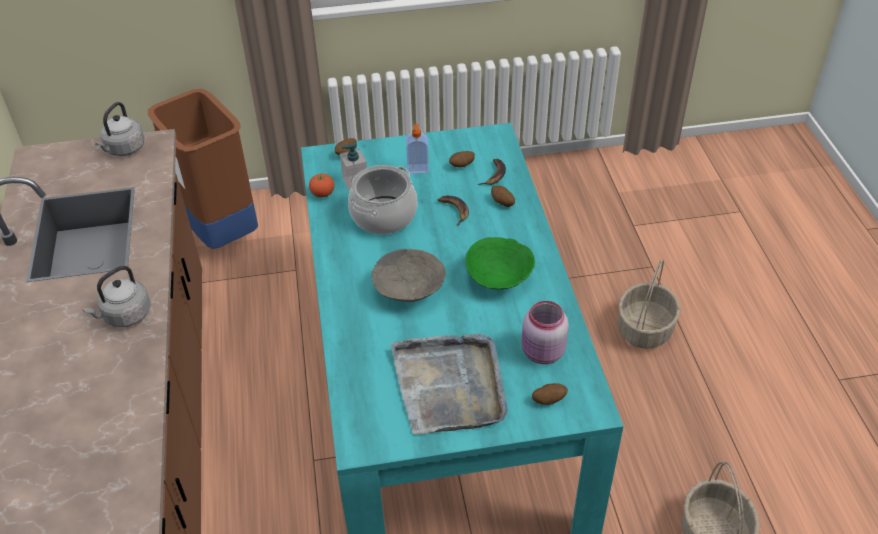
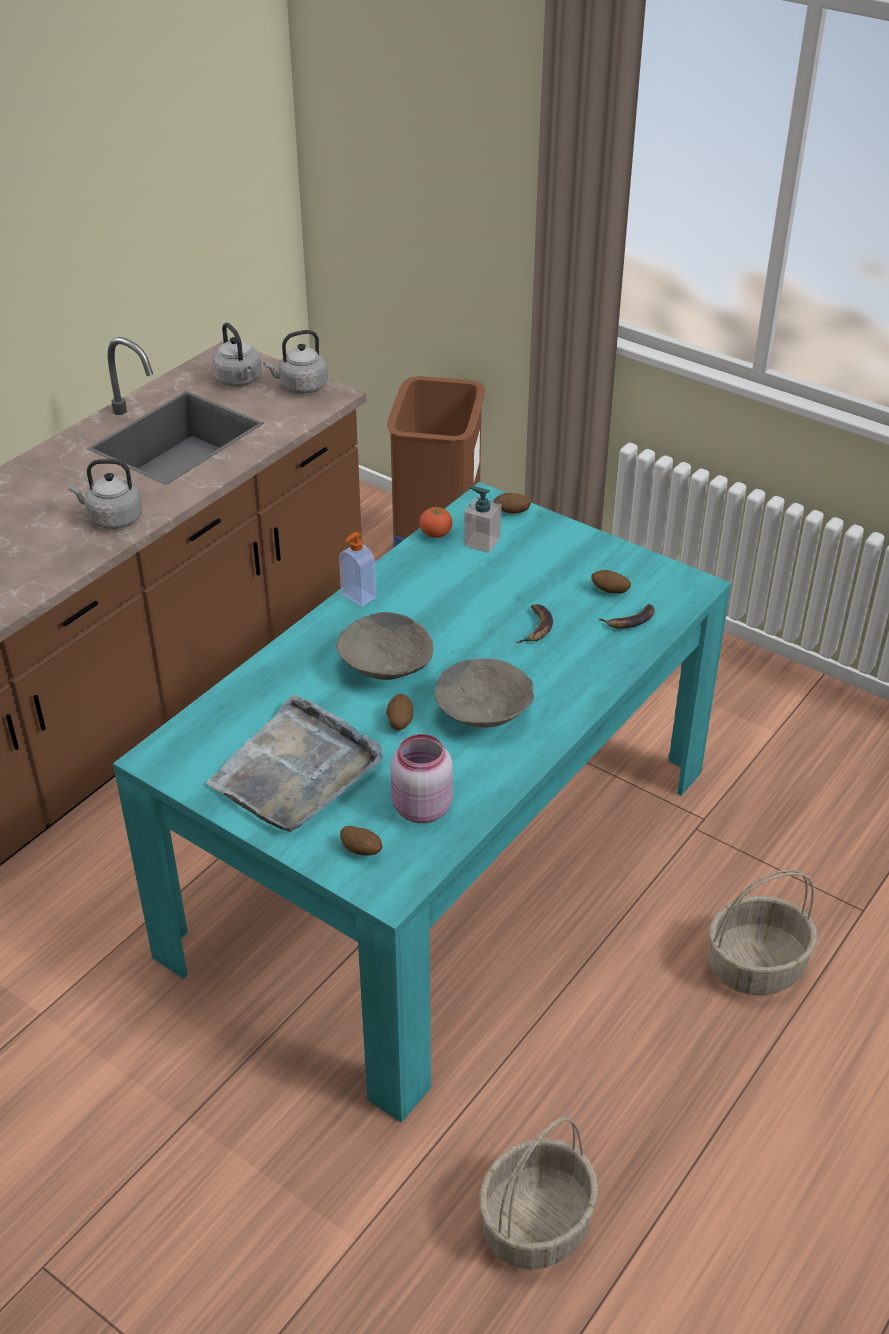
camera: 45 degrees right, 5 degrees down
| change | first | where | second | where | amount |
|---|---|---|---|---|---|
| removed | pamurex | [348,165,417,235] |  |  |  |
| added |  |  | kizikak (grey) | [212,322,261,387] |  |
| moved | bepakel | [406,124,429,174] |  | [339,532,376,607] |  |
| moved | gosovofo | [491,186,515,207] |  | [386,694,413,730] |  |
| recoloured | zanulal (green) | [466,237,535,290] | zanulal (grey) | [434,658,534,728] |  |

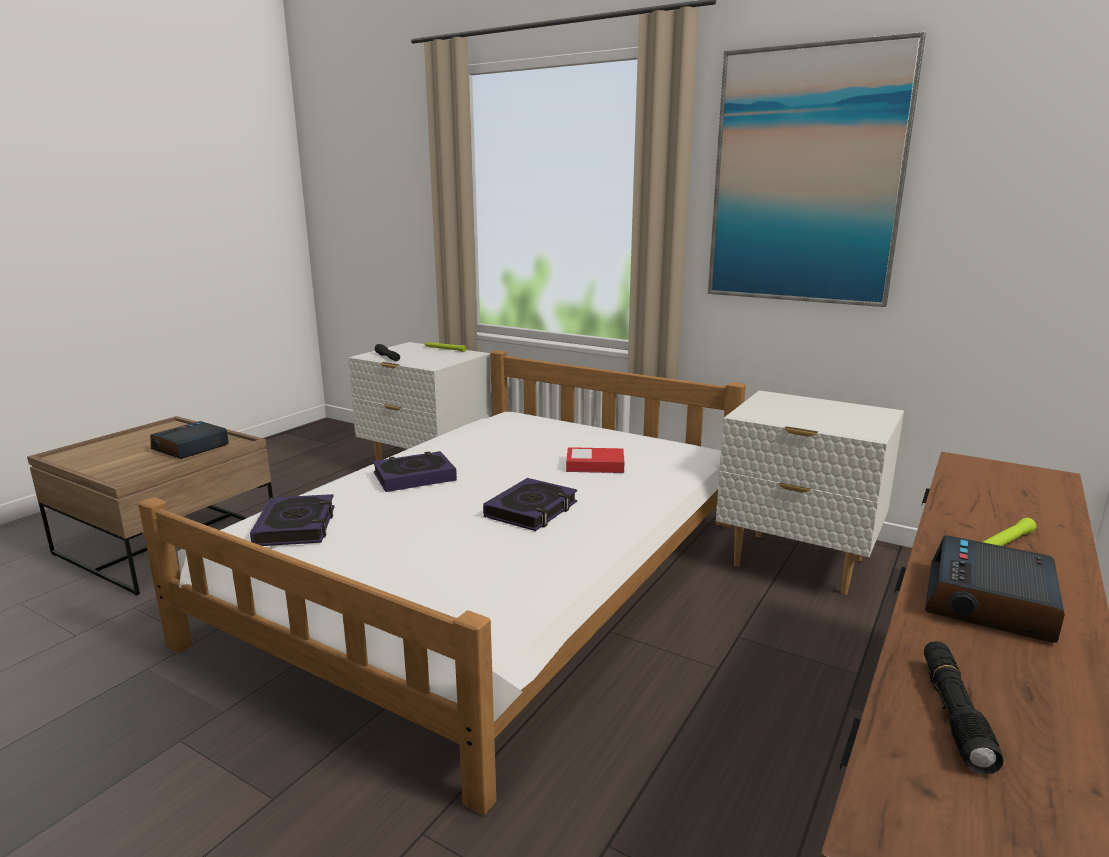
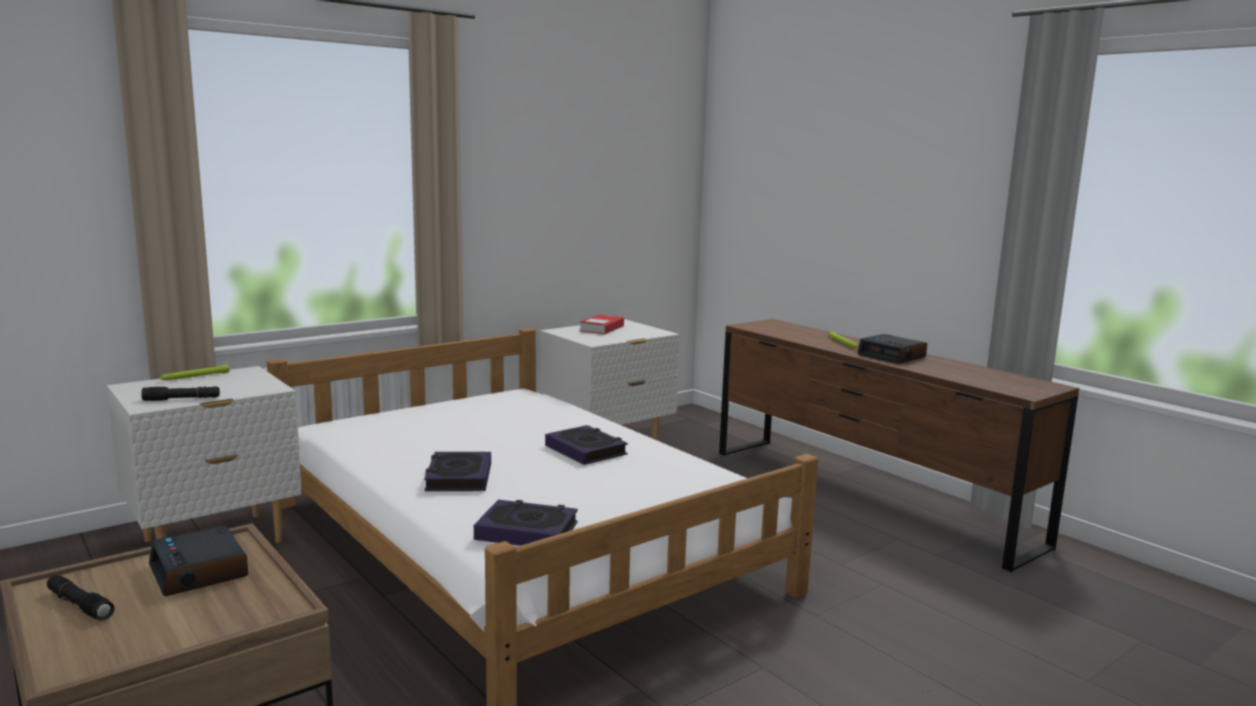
camera: 70 degrees left, 5 degrees down
| change | first | where | second | where | amount |
|---|---|---|---|---|---|
| removed | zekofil | [708,32,926,307] |  |  |  |
| moved | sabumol | [566,447,624,473] |  | [580,314,624,334] |  |
| moved | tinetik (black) | [924,641,1003,775] |  | [47,575,114,621] |  |

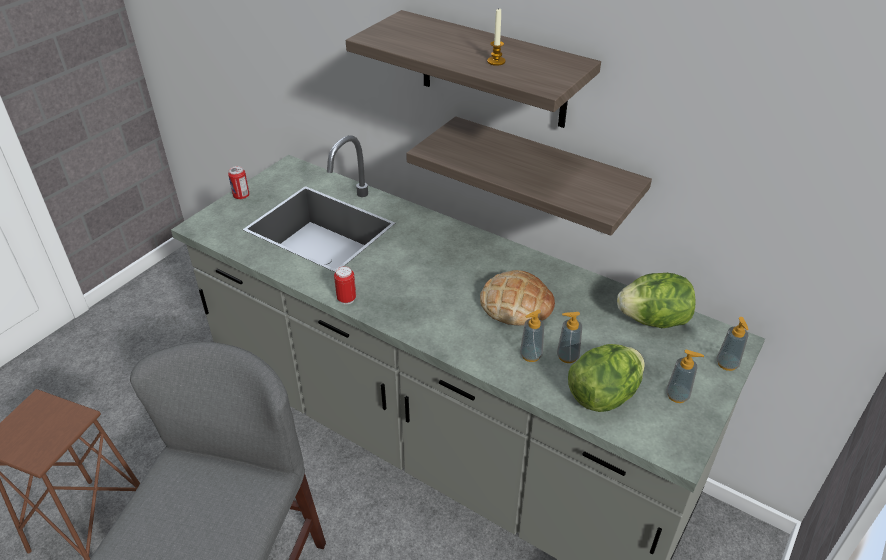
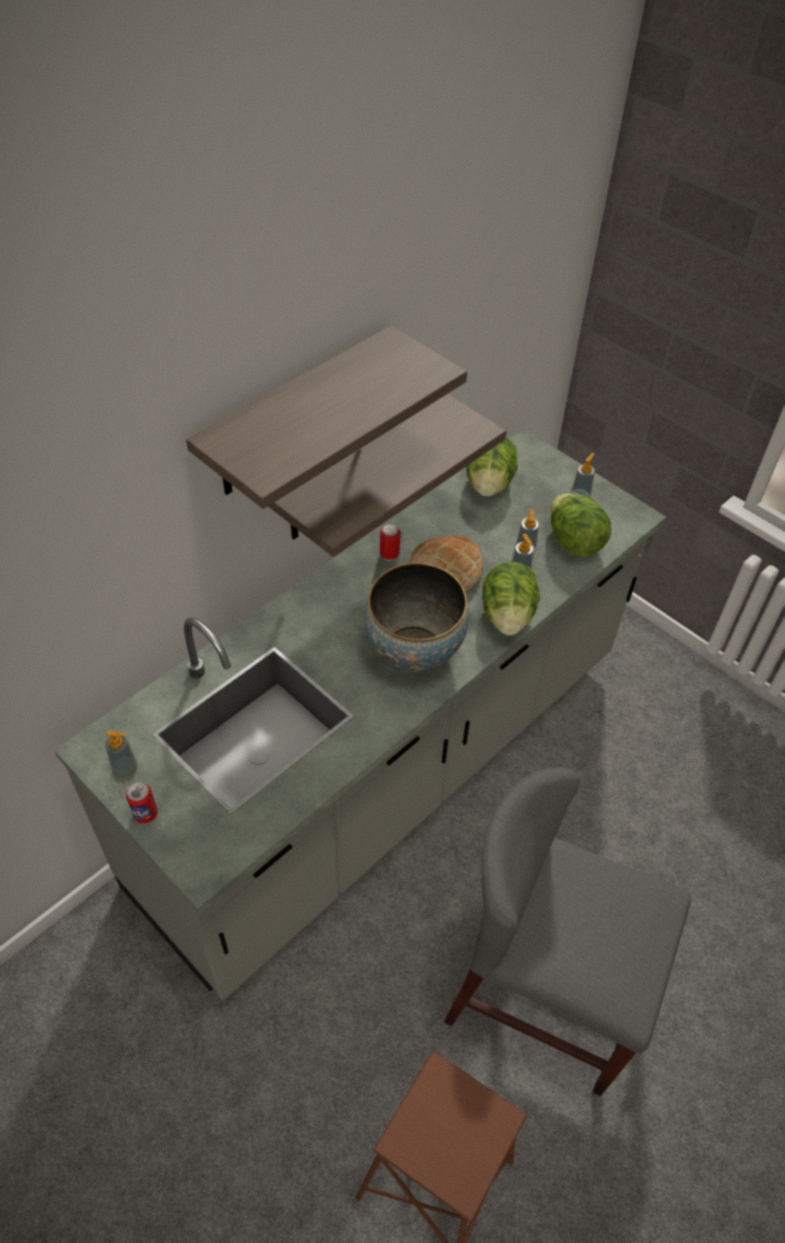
camera: 80 degrees left, 10 degrees up
| change | first | where | second | where | amount |
|---|---|---|---|---|---|
| removed | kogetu | [487,9,506,66] |  |  |  |
| added |  |  | zanulal | [364,563,469,672] |  |
| added |  |  | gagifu | [482,562,540,635] |  |
| moved | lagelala | [334,266,356,304] |  | [380,524,400,561] |  |
| moved | bepakel | [716,317,749,371] |  | [105,730,138,778] |  |

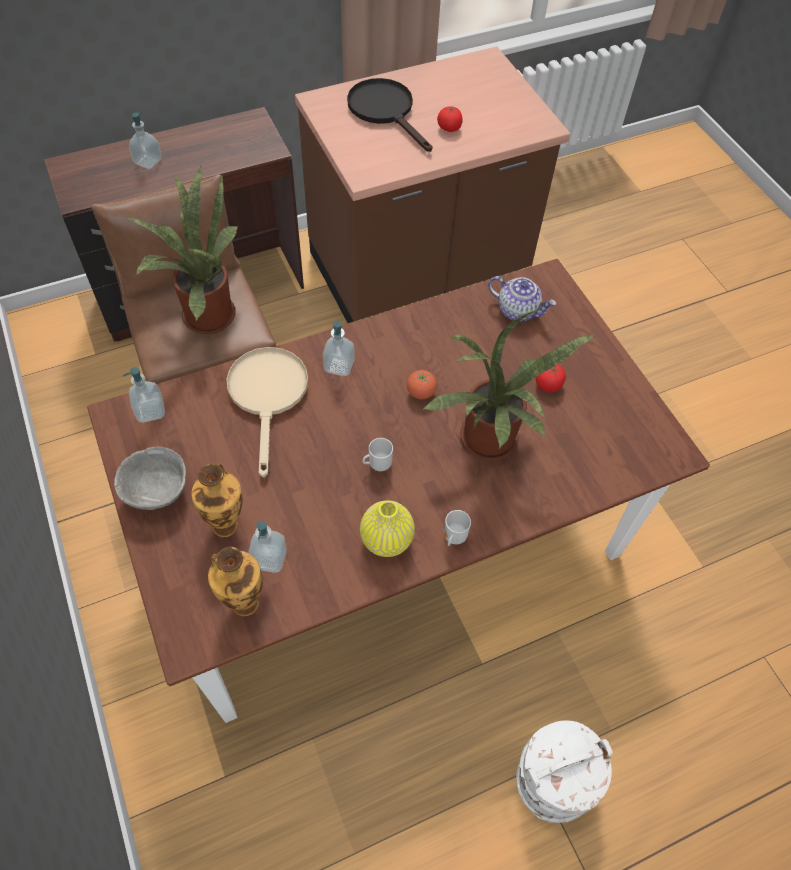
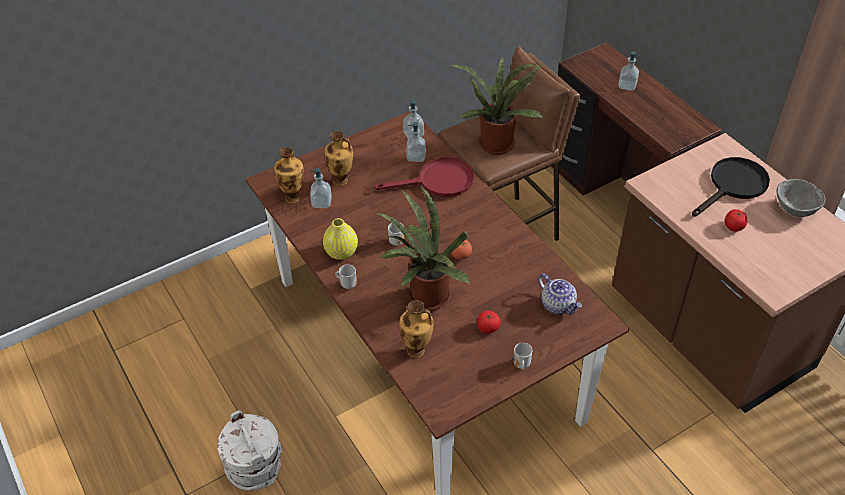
camera: 85 degrees right, 10 degrees down
| change | first | where | second | where | amount |
|---|---|---|---|---|---|
| added |  |  | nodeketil | [399,300,433,358] |  |
| added |  |  | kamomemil | [513,343,532,370] |  |
| moved | zanulal (grey) | [114,446,186,510] |  | [777,179,826,217] |  |
| moved | bepakel | [323,321,355,376] |  | [406,122,426,162] |  |
| recoloured | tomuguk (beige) | [226,347,308,478] | tomuguk (red) | [374,157,474,197] |  |
| turned | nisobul | [488,276,556,322] |  | [538,273,582,314] | 60 degrees counterclockwise |

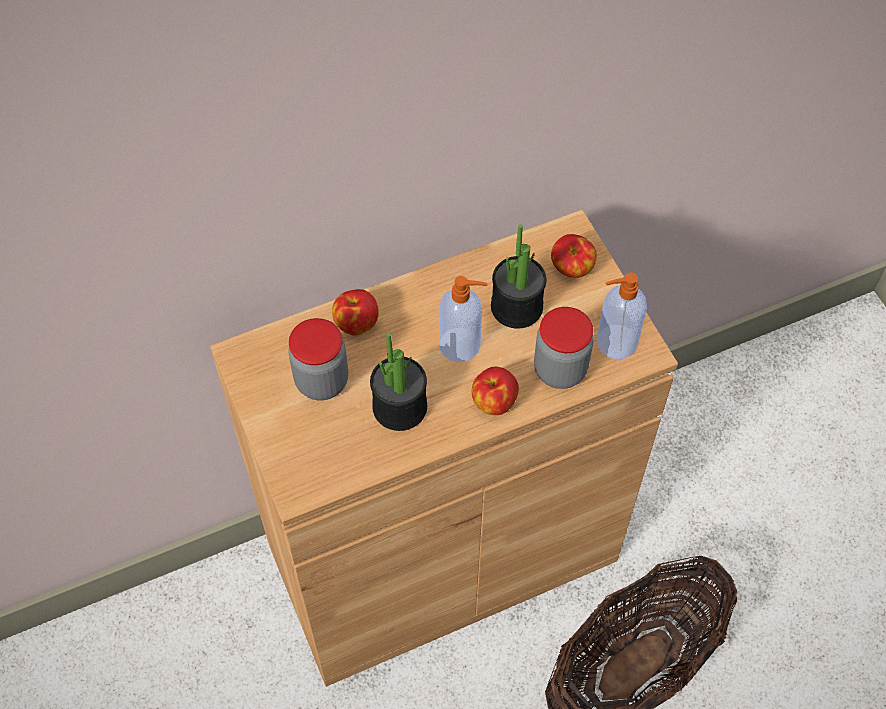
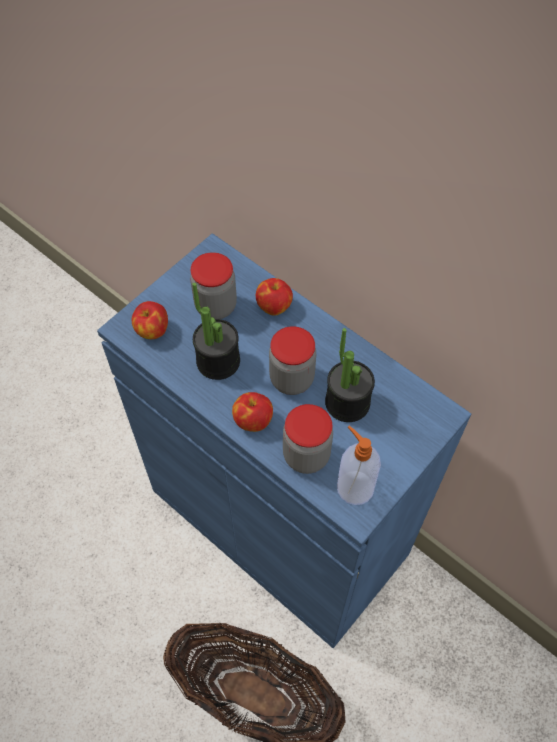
camera: 65 degrees right, 0 degrees up
| change | first | where | second | where | amount |
|---|---|---|---|---|---|
| moved | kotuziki | [551,234,597,278] |  | [132,301,168,339] |  |
| replaced | bepakel | [439,276,488,362] | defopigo | [269,326,316,395] |  |
| recoloured | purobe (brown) | [210,210,678,687] | purobe (blue) | [97,233,471,648] |  |

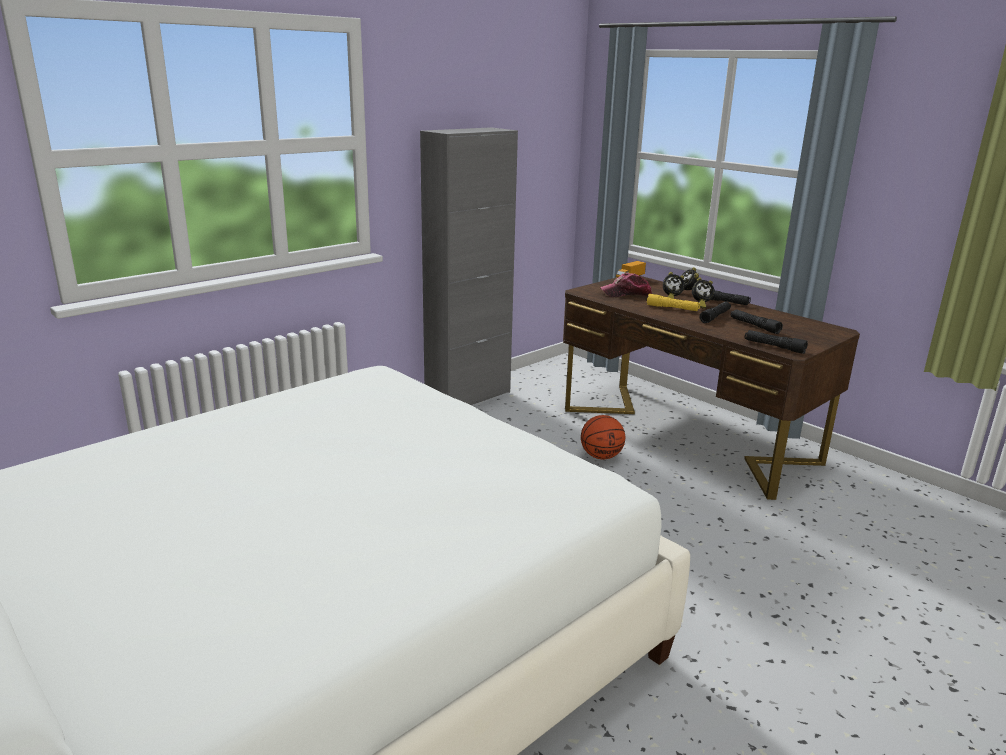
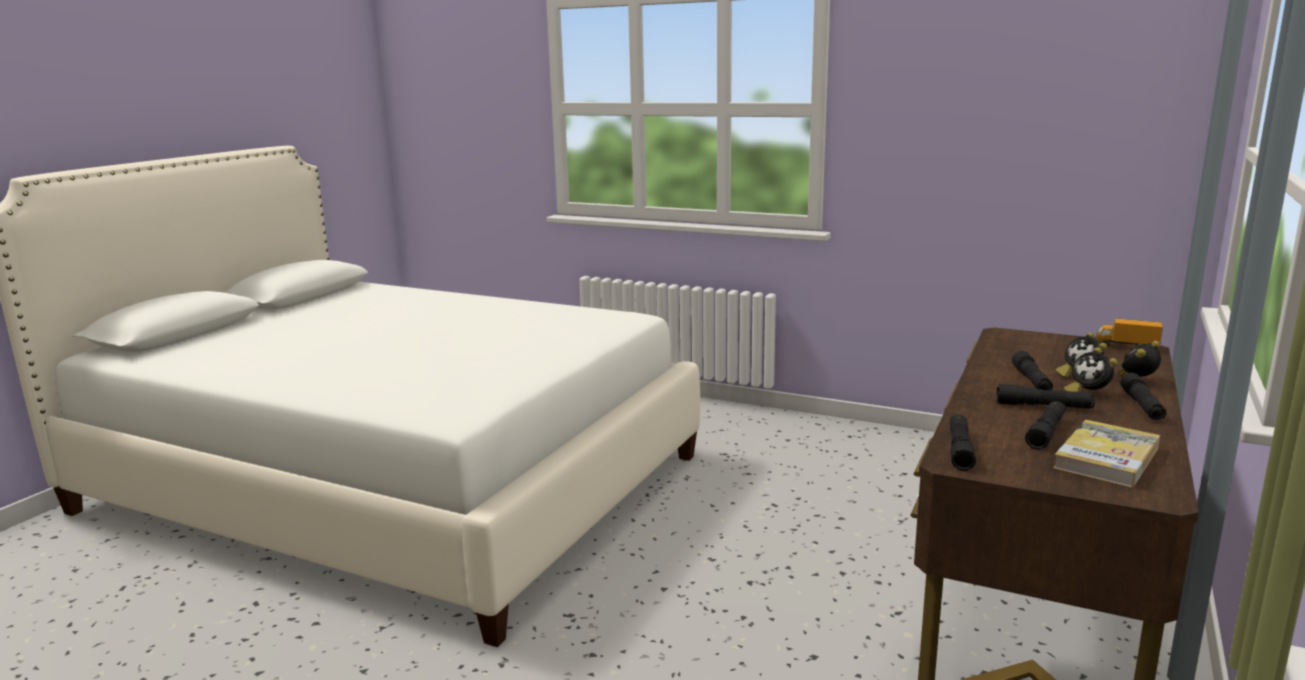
camera: 70 degrees right, 5 degrees down
| change | first | where | second | where | amount |
|---|---|---|---|---|---|
| removed | purobe (grey) | [420,127,518,405] |  |  |  |
| removed | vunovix | [581,415,625,459] |  |  |  |
| removed | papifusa | [600,273,652,297] |  |  |  |
| added |  |  | sabumol | [1053,420,1160,488] |  |
| recoloured | tinetik (yellow) | [647,294,700,311] | tinetik (black) | [1012,351,1053,391] |  |

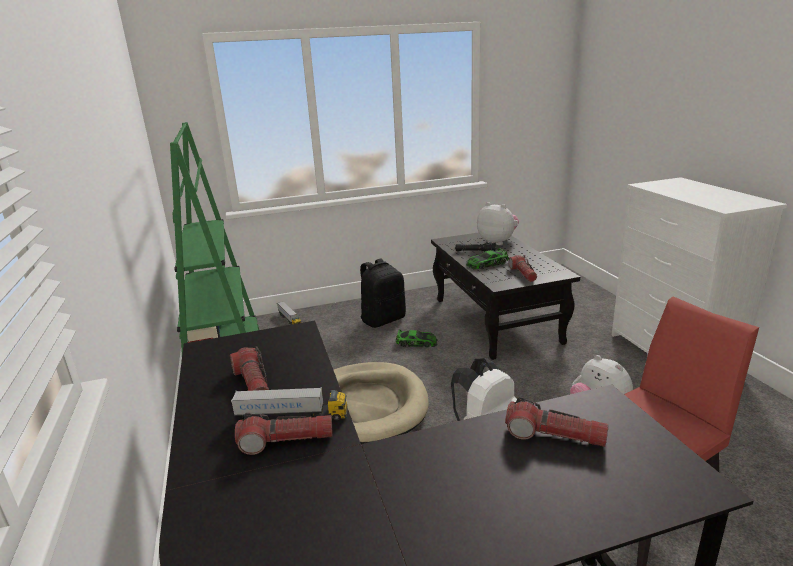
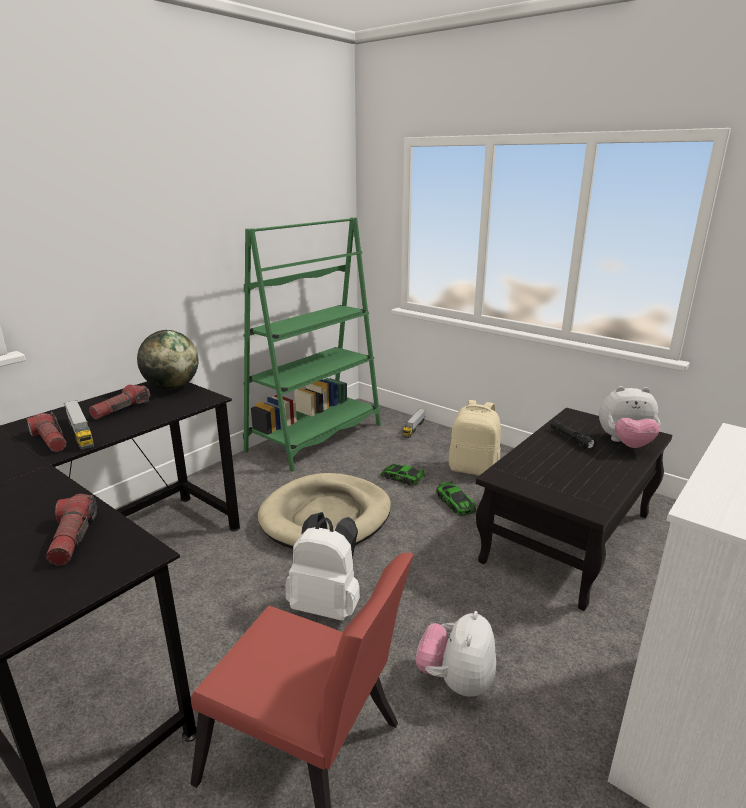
camera: 55 degrees right, 0 degrees up
| change | first | where | second | where | amount |
|---|---|---|---|---|---|
| removed | tinetik | [509,255,537,282] |  |  |  |
| added |  |  | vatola | [137,330,199,390] |  |
| moved | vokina | [466,248,509,270] |  | [381,464,425,486] |  |
| recoloured | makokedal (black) | [360,258,406,328] | makokedal (beige) | [449,400,501,476] |  |
| turned | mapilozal | [477,202,519,245] |  | [599,386,660,448] | 90 degrees clockwise |

